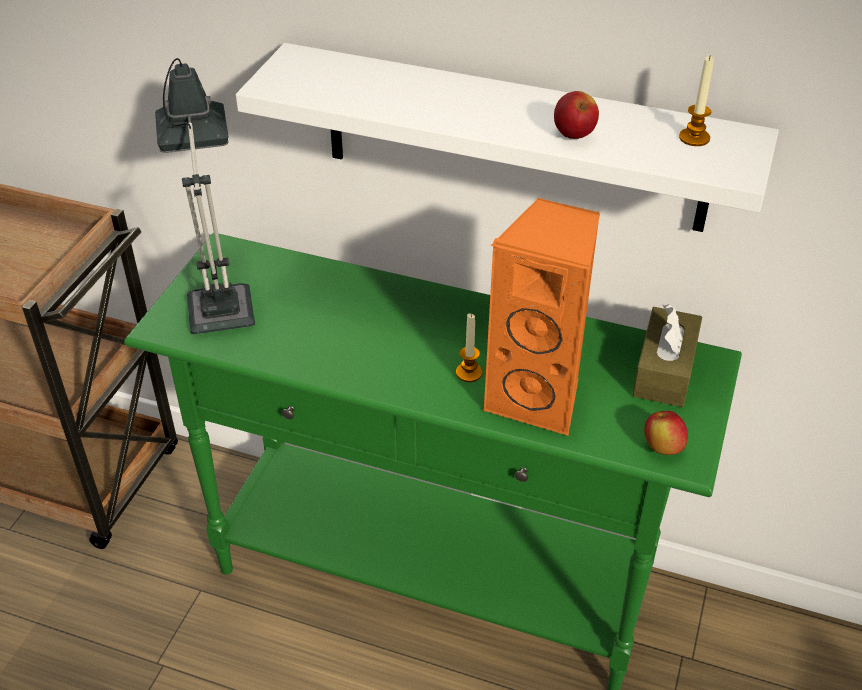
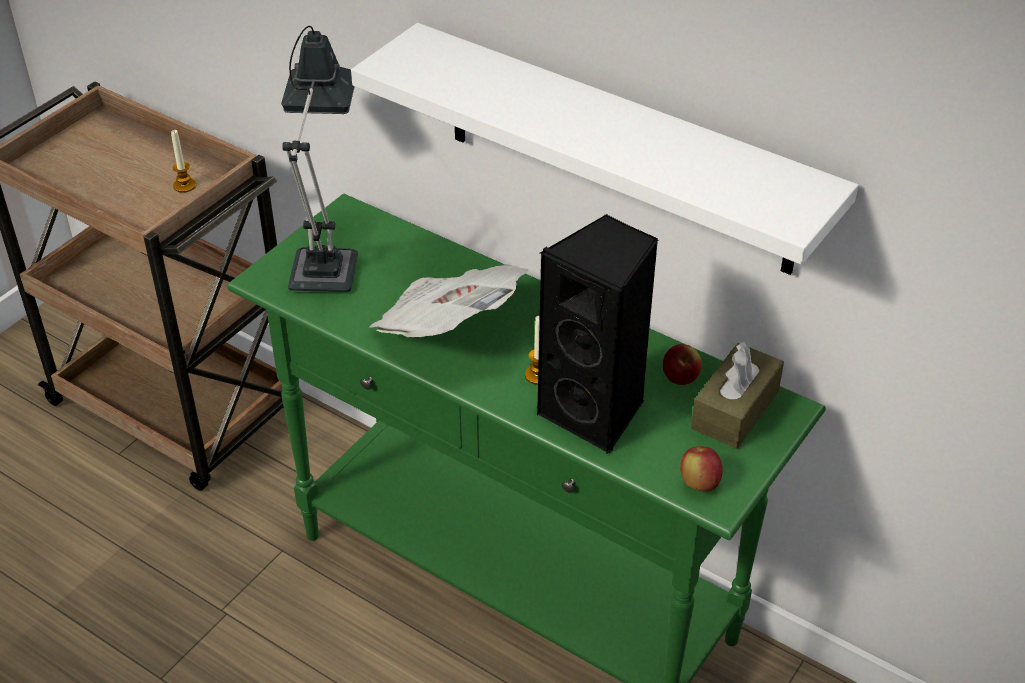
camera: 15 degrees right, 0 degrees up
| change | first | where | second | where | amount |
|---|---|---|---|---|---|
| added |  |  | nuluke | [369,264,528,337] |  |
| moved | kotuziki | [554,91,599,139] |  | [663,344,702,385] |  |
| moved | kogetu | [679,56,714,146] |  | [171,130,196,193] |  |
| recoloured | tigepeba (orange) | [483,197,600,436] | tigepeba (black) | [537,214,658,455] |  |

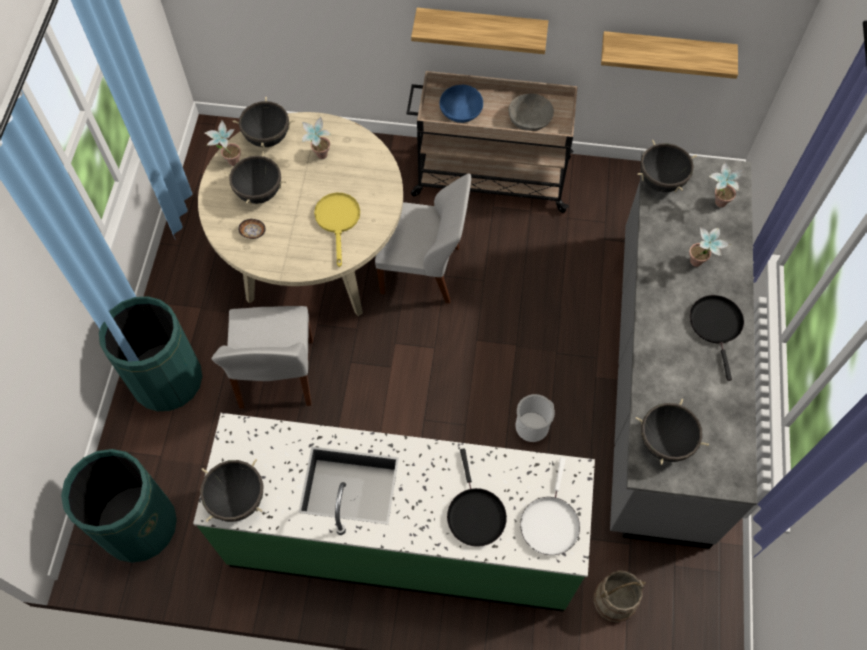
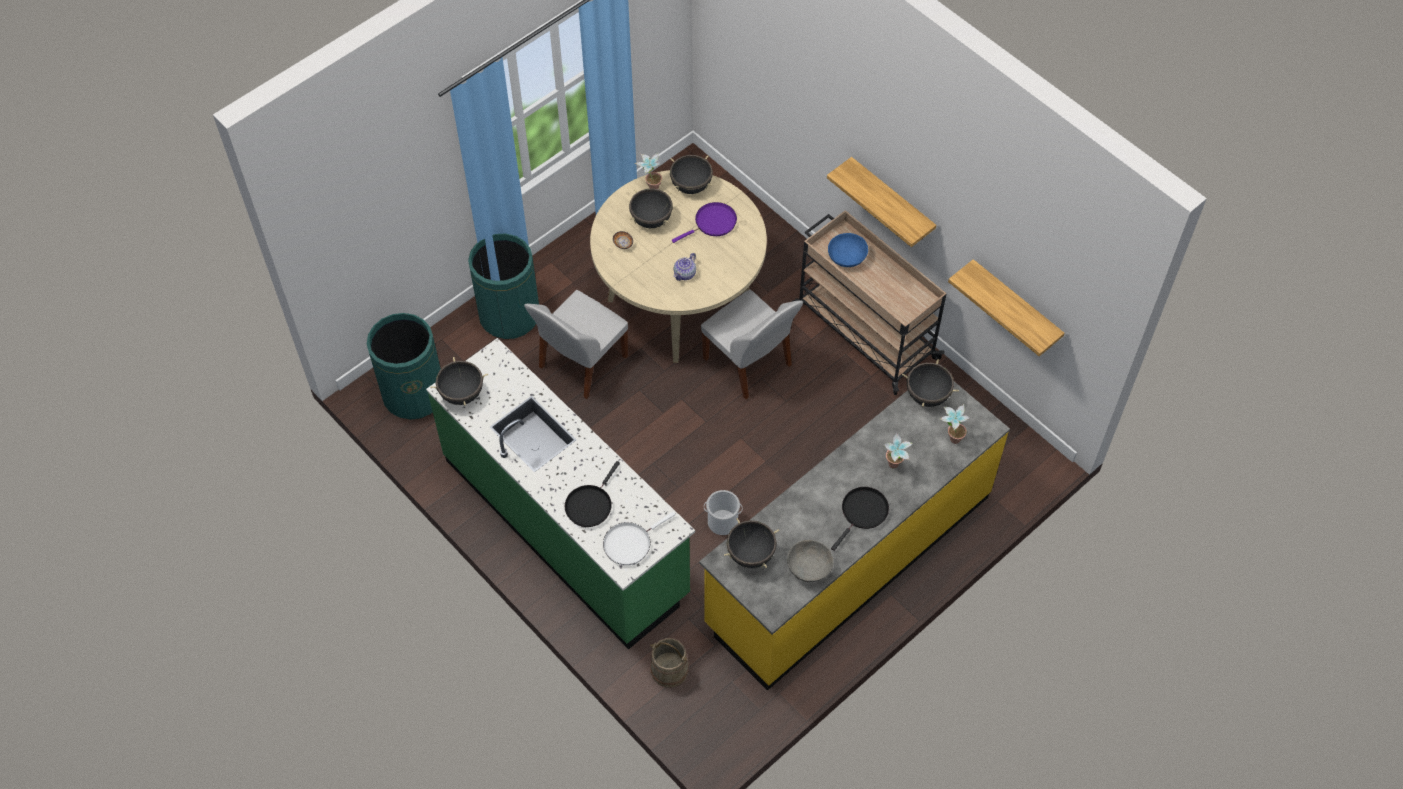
camera: 40 degrees right, 5 degrees down
| change | first | where | second | where | amount |
|---|---|---|---|---|---|
| moved | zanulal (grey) | [509,94,554,131] |  | [787,540,834,582] |  |
| replaced | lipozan | [302,117,331,159] | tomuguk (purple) | [672,202,737,243] |  |
| replaced | tomuguk (yellow) | [314,192,360,267] | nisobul | [674,253,696,281] |  |
| recoloured | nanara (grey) | [610,151,757,549] | nanara (yellow) | [699,382,1010,691] |  |

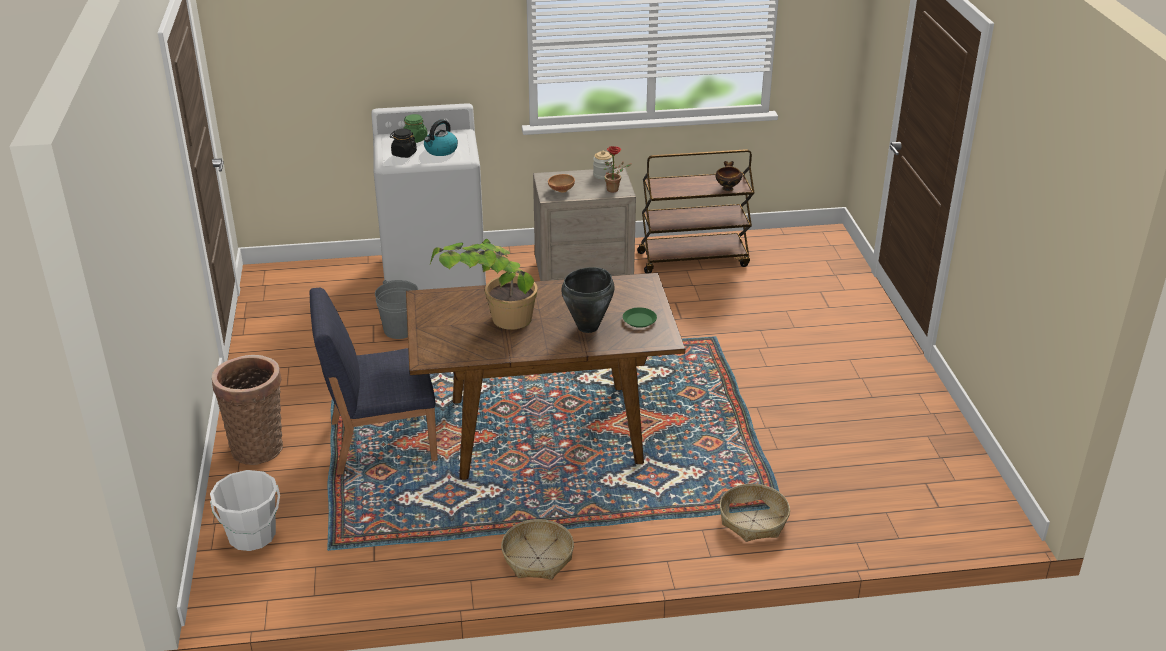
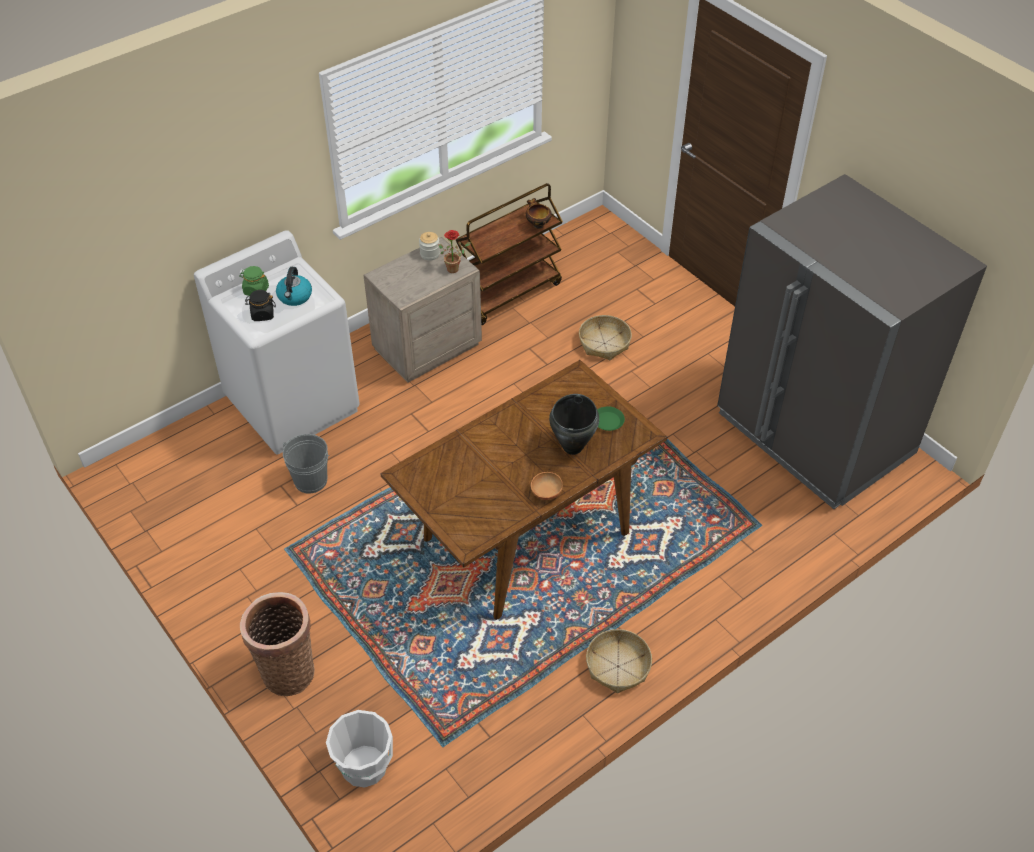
camera: 30 degrees left, 15 degrees up
| change | first | where | second | where | amount |
|---|---|---|---|---|---|
| removed | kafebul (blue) | [310,288,438,475] |  |  |  |
| removed | lipozan | [430,239,538,330] |  |  |  |
| added |  |  | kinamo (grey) | [717,174,987,509] |  |
| moved | zanulal (brown) | [548,174,575,193] |  | [531,472,563,500] |  |
| moved | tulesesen | [720,484,790,542] |  | [579,315,632,360] |  |

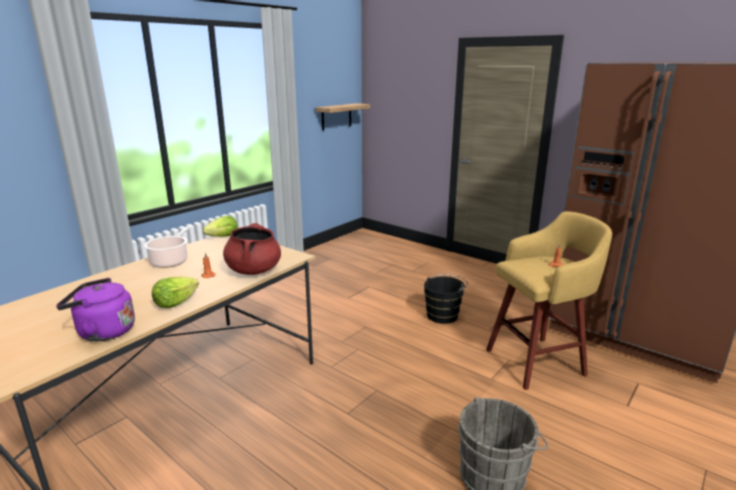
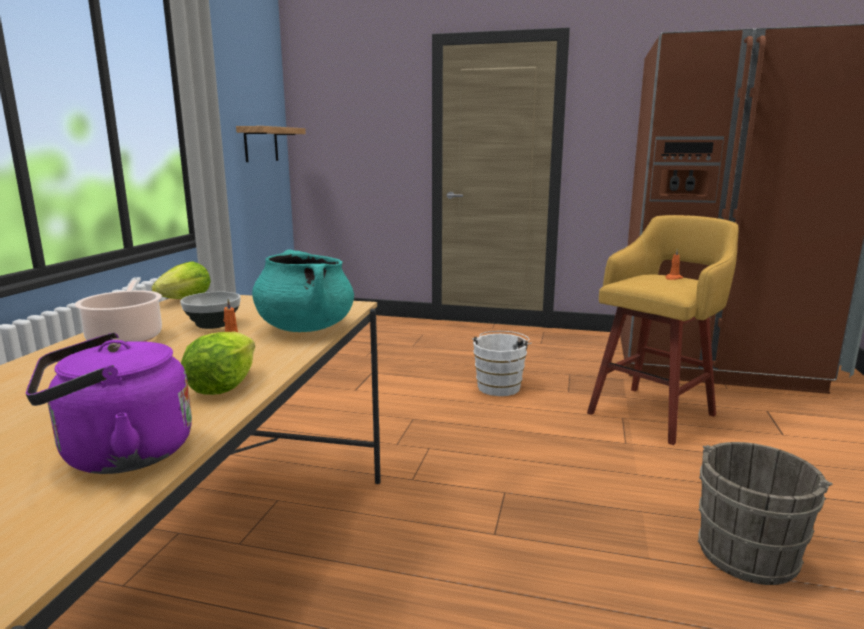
camera: 25 degrees left, 5 degrees down
| change | first | where | second | where | amount |
|---|---|---|---|---|---|
| added |  |  | zanulal | [180,292,241,329] |  |
| recoloured | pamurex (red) | [223,223,281,275] | pamurex (turquoise) | [252,249,354,332] |  |
| recoloured | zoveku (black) | [424,274,468,324] | zoveku (white) | [472,331,532,396] |  |

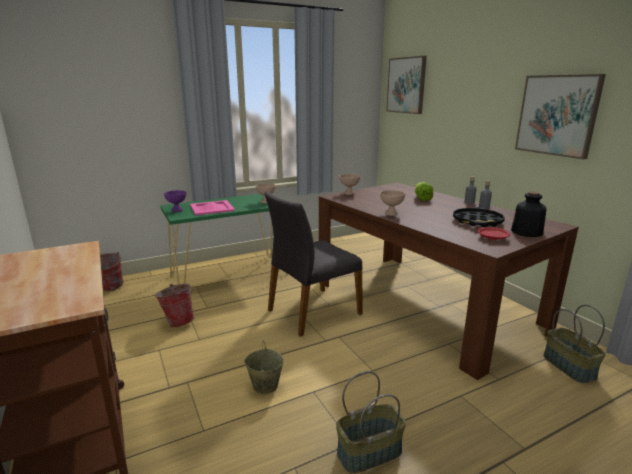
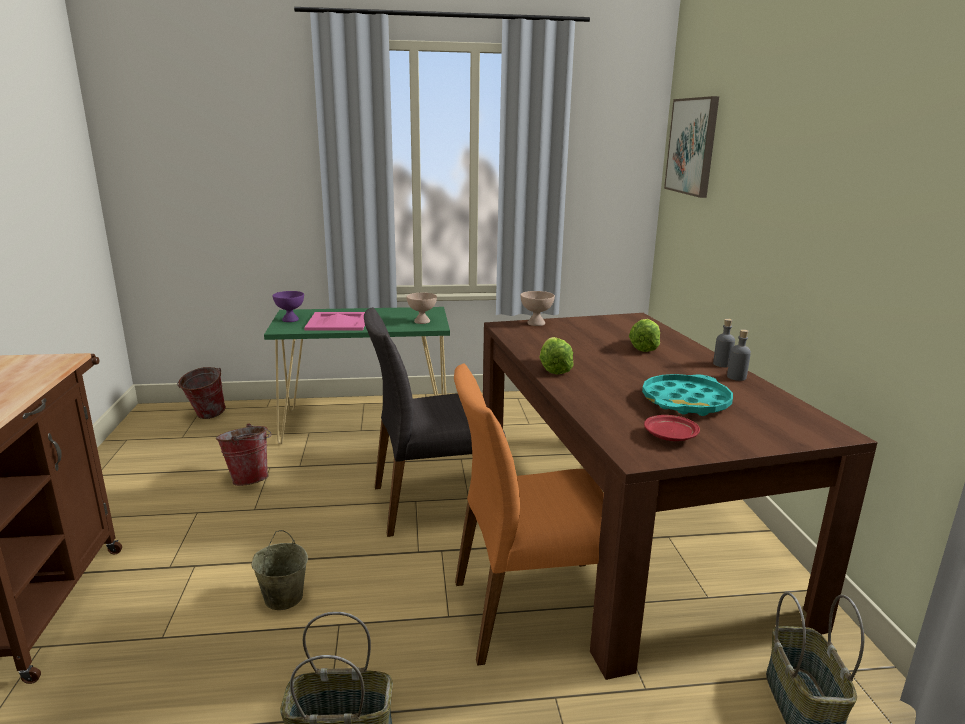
camera: 20 degrees right, 0 degrees up
| change | first | where | second | where | amount |
|---|---|---|---|---|---|
| removed | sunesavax | [511,192,546,237] |  |  |  |
| removed | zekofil | [515,74,606,159] |  |  |  |
| added |  |  | kafebul (orange) | [454,363,604,666] |  |
| replaced | zanulal (beige) | [380,190,405,216] | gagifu | [539,337,574,375] |  |
| recoloured | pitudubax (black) | [453,207,505,227] | pitudubax (turquoise) | [642,374,733,416] |  |

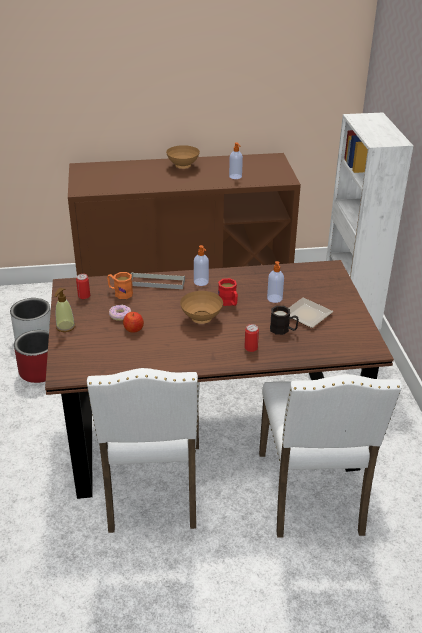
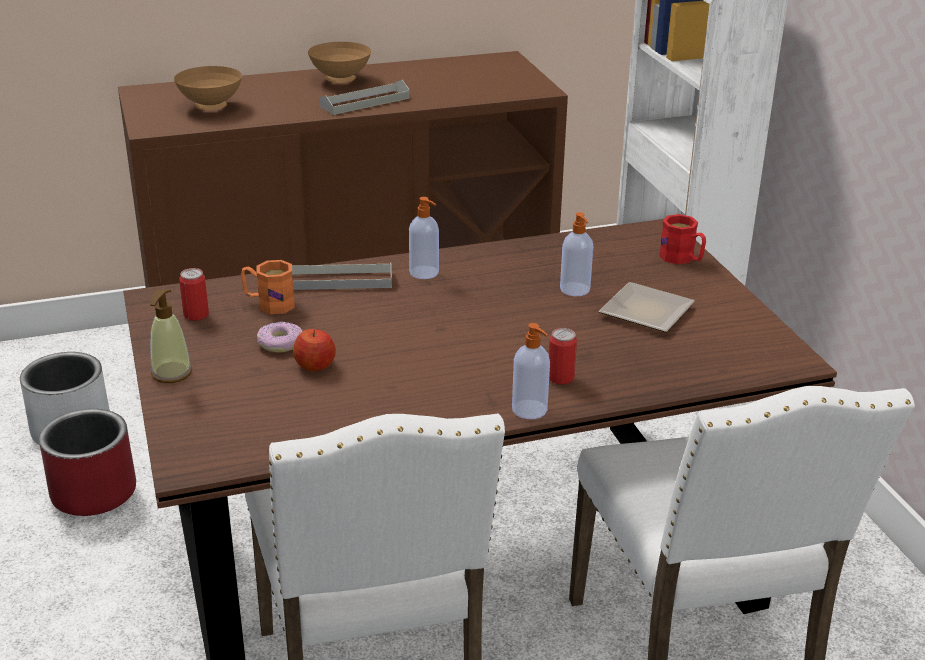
camera: 10 degrees left, 5 degrees down
| change | first | where | second | where | amount |
|---|---|---|---|---|---|
| removed | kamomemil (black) | [270,306,299,335] |  |  |  |
| added |  |  | pitudubax (grey) | [319,80,410,115] |  |
| moved | zanulal (brown) | [180,291,223,324] |  | [174,66,242,110] |  |
| moved | kamomemil (red) | [218,278,238,306] |  | [659,214,706,264] |  |
| moved | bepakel | [229,142,243,179] |  | [512,323,550,419] |  |

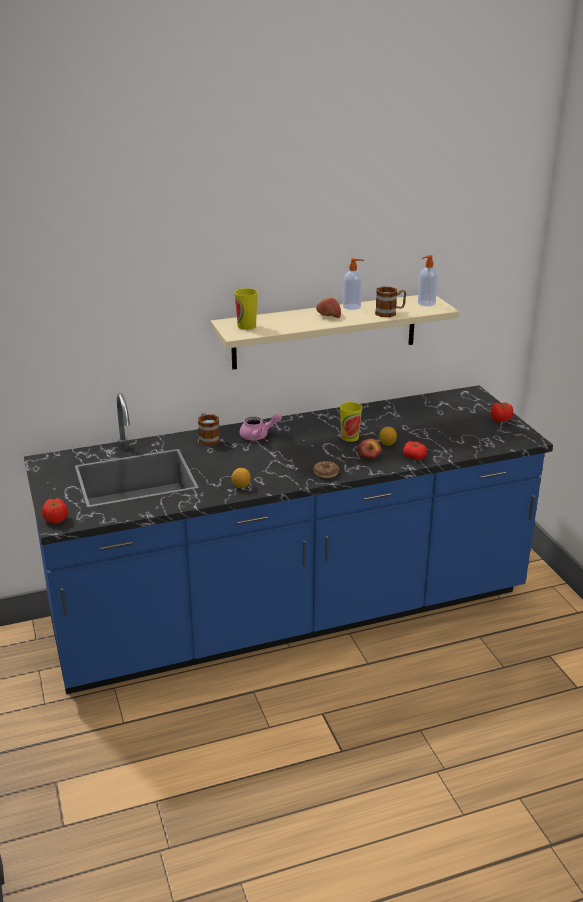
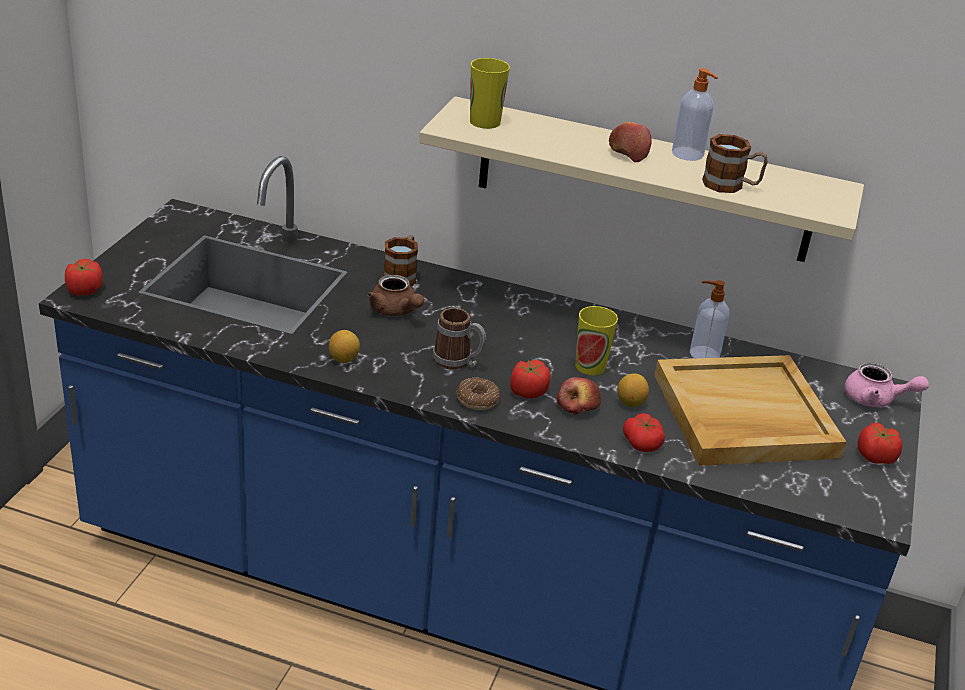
camera: 35 degrees right, 5 degrees up
| change | first | where | second | where | amount |
|---|---|---|---|---|---|
| added |  |  | nisobul (brown) | [367,275,424,316] |  |
| added |  |  | kamomemil | [433,308,486,370] |  |
| added |  |  | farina | [510,360,551,399] |  |
| added |  |  | pitudubax (beige) | [654,355,846,466] |  |
| moved | nisobul (pink) | [240,413,282,440] |  | [844,363,929,407] |  |
| moved | bepakel | [418,255,438,306] |  | [690,280,729,358] |  |

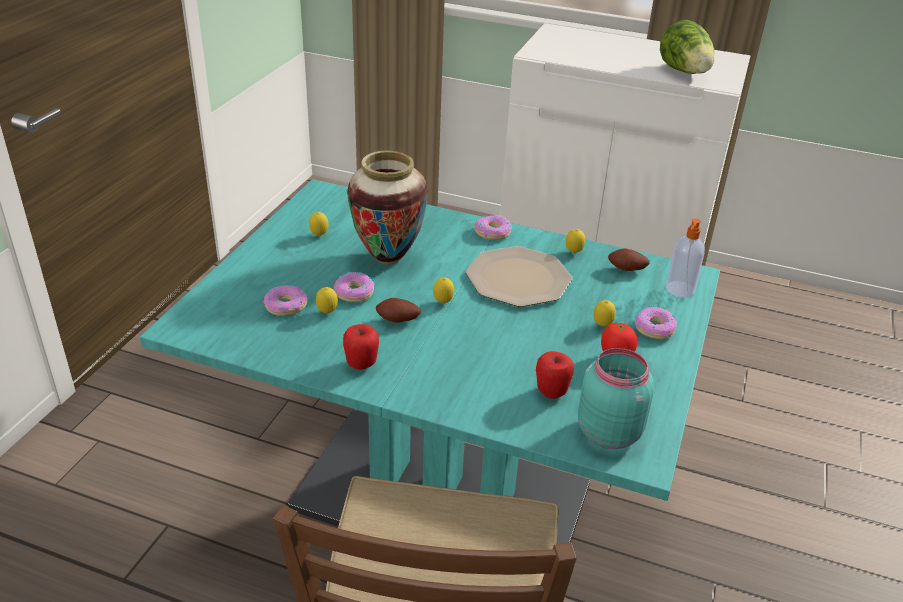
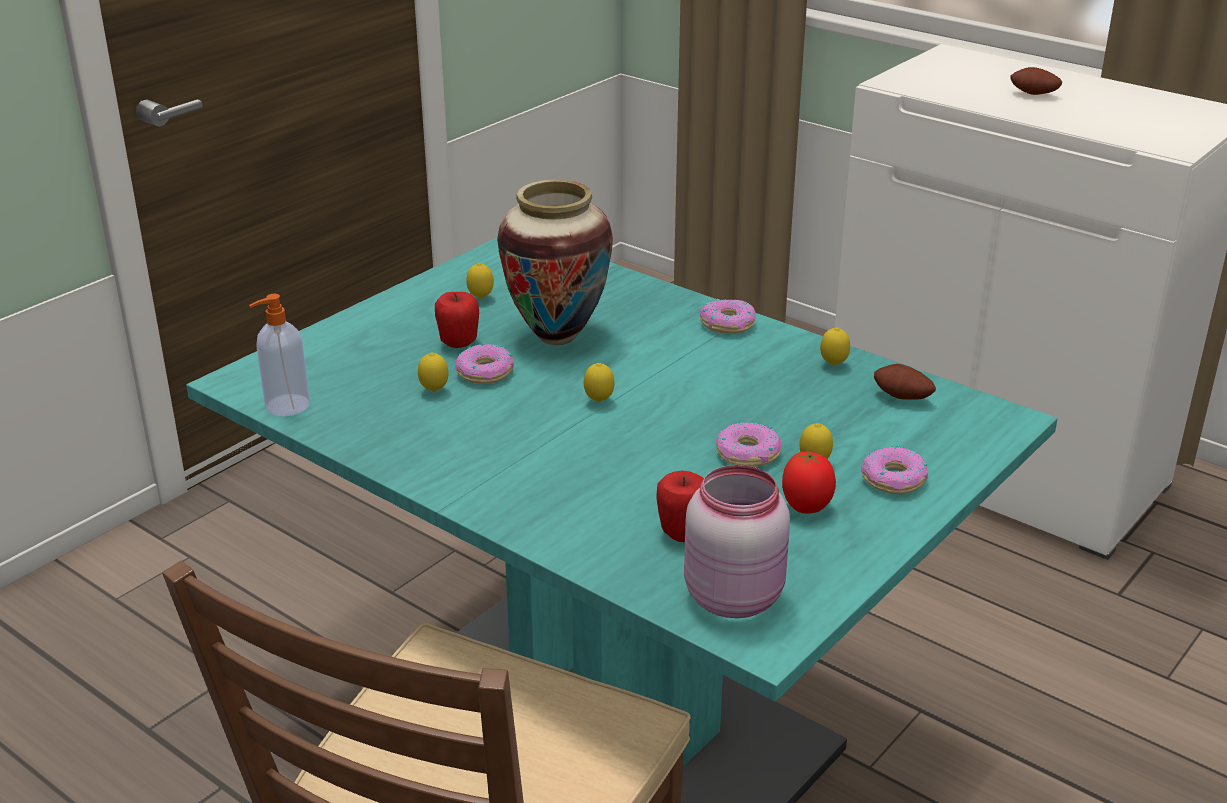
camera: 20 degrees right, 5 degrees down
| change | first | where | second | where | amount |
|---|---|---|---|---|---|
| removed | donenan | [466,246,572,307] |  |  |  |
| removed | gagifu | [660,20,714,74] |  |  |  |
| moved | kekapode | [264,284,307,316] |  | [716,422,782,467] |  |
| moved | kotuziki | [343,324,379,370] |  | [435,292,479,348] |  |
| moved | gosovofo | [376,298,421,323] |  | [1011,67,1062,95] |  |
| moved | bepakel | [666,218,705,297] |  | [249,294,310,416] |  |
| recoloured | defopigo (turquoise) | [578,348,654,449] | defopigo (pink) | [684,465,790,618] |  |

